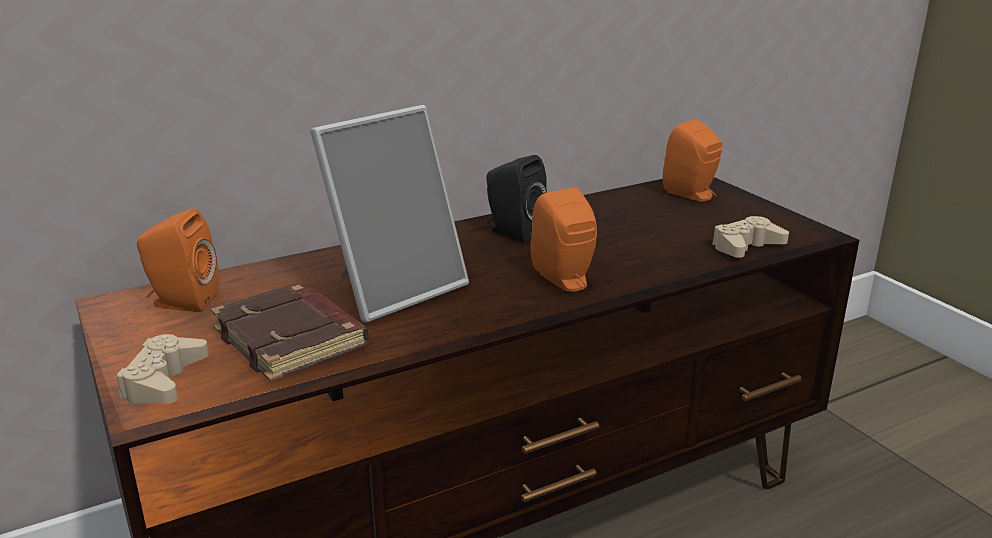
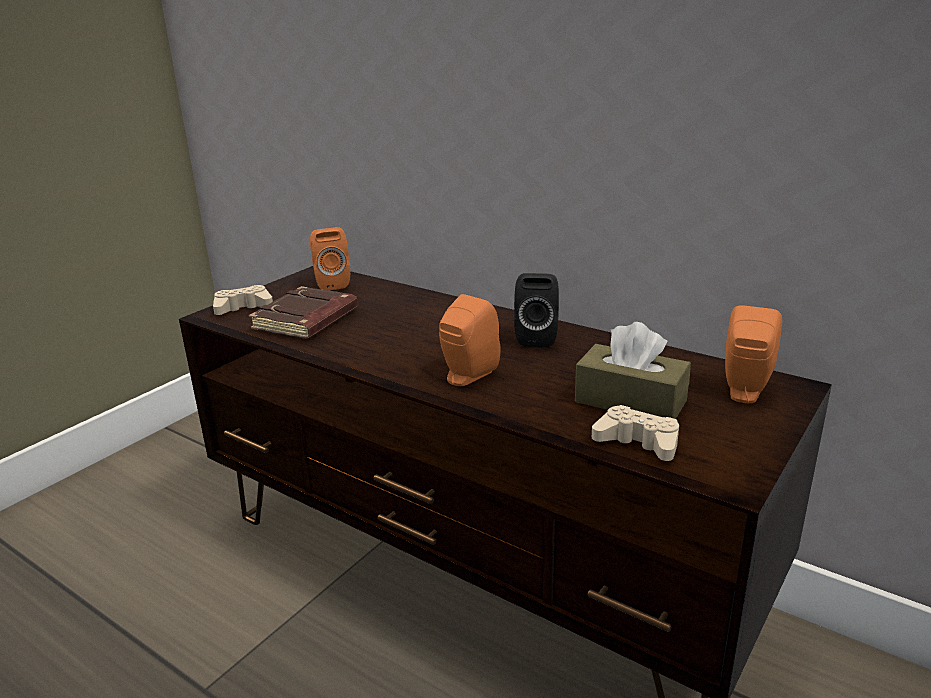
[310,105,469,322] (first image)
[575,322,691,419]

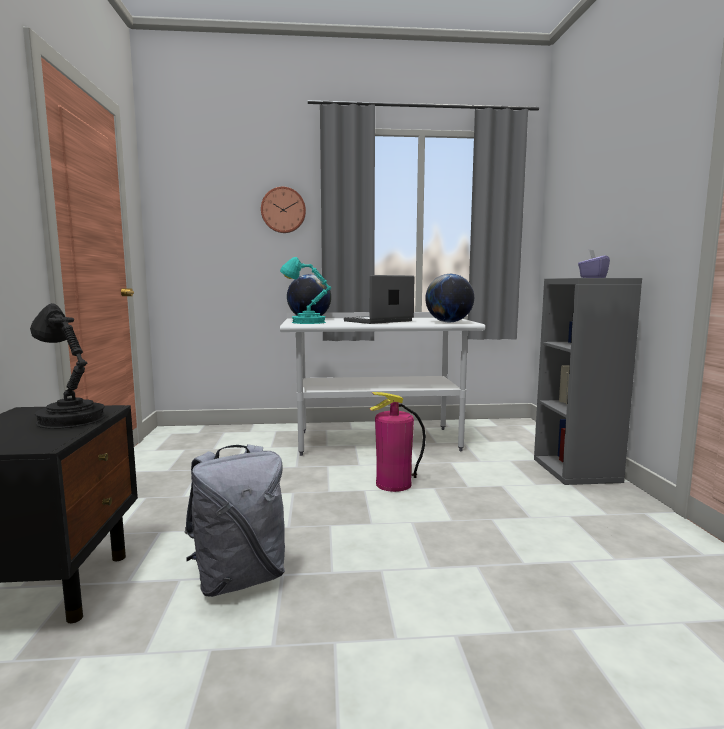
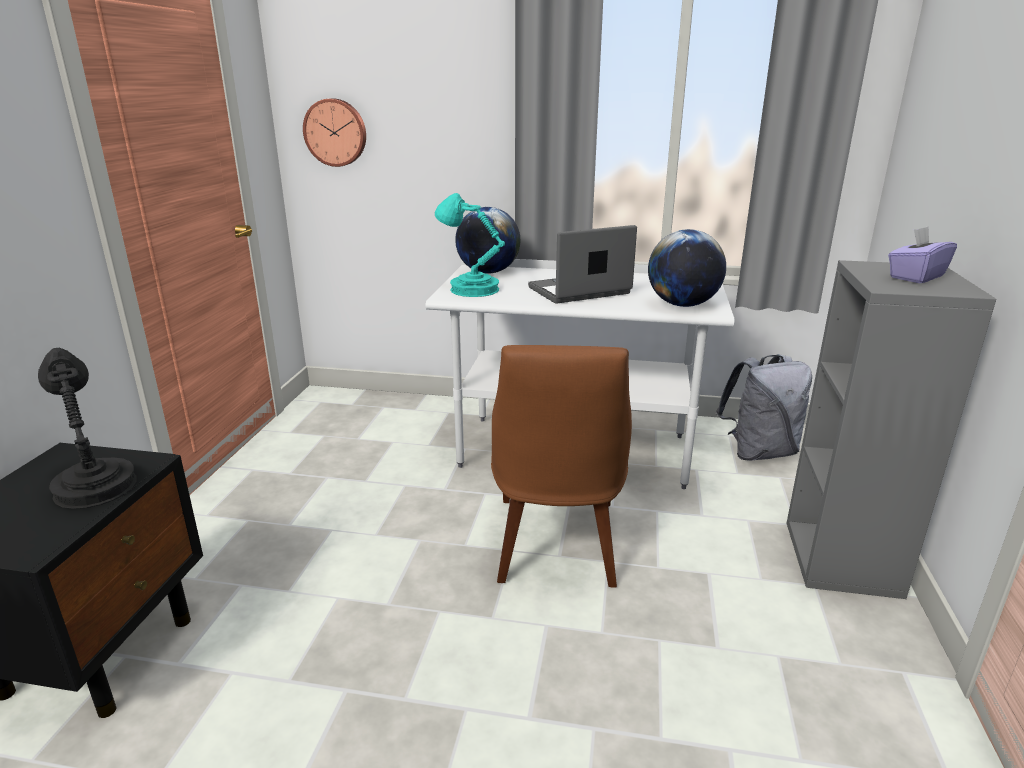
[716,354,812,461]
[303,98,366,167]
[491,345,632,588]

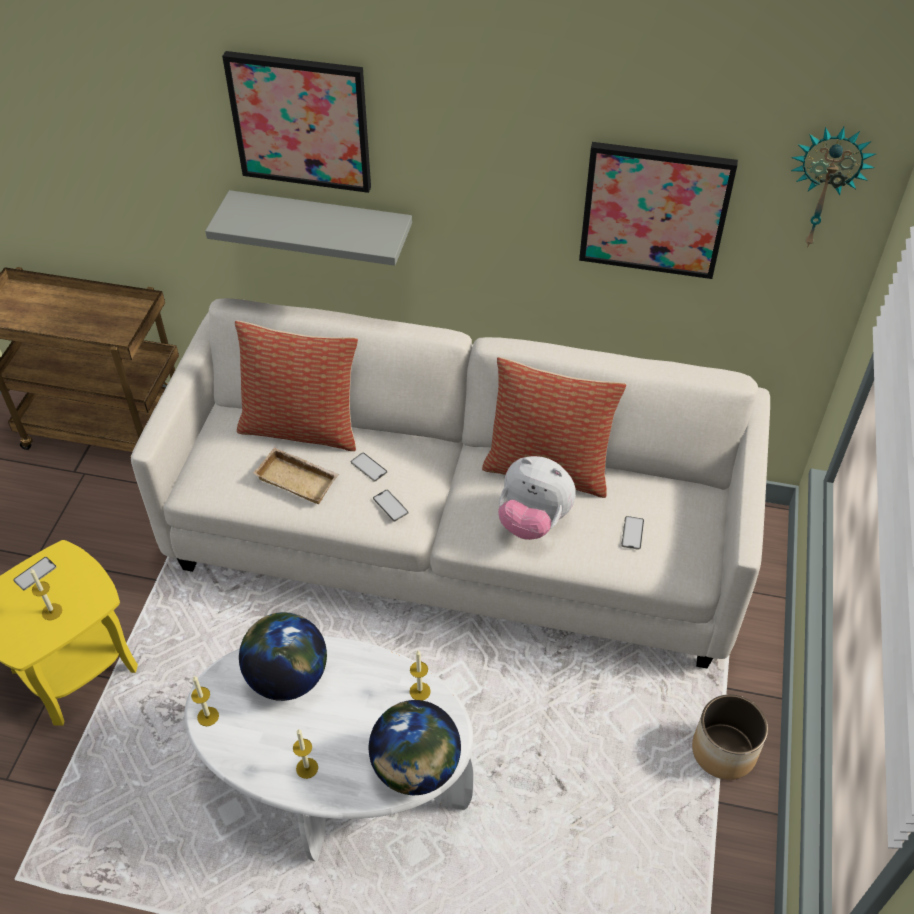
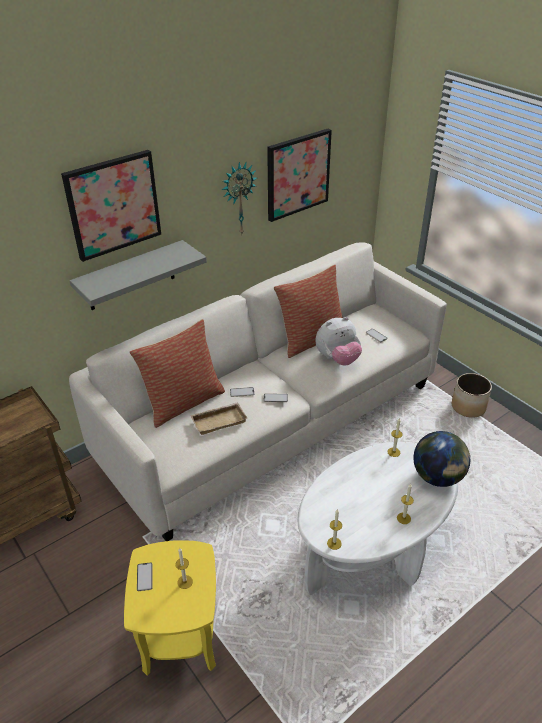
[239,612,327,701] (first image)
[222,162,257,234]

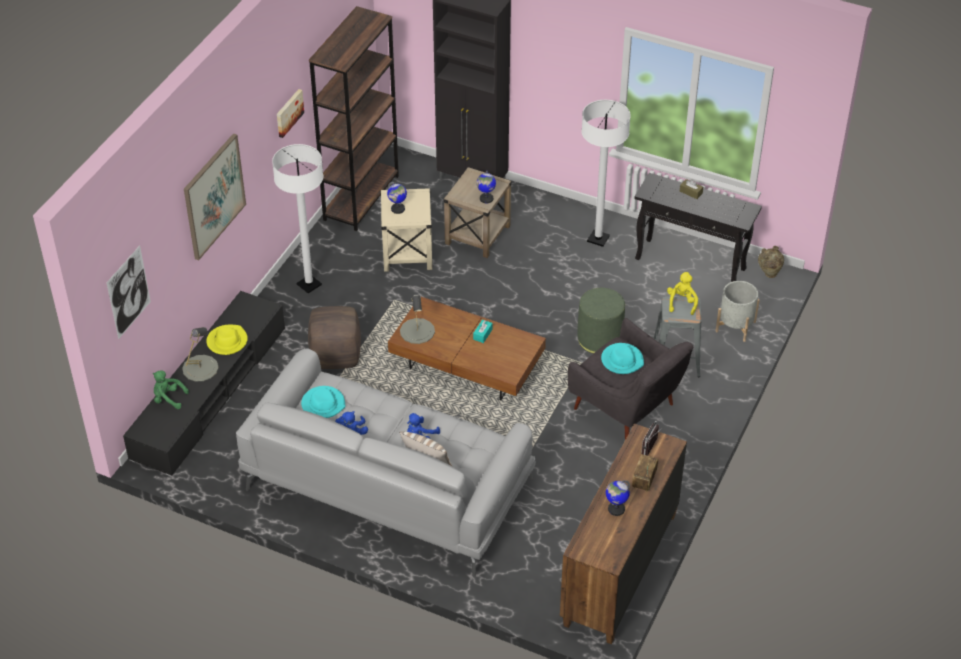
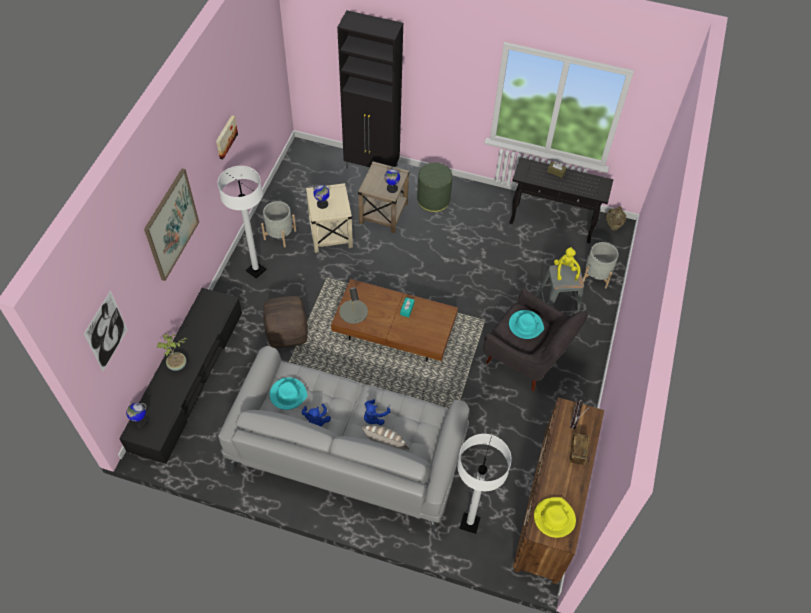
[153,370,189,409] (first image)
[309,6,399,231] (first image)
[261,201,296,248]
[534,497,576,538]
[417,162,452,212]
[458,434,512,534]
[126,403,147,428]
[157,333,187,371]

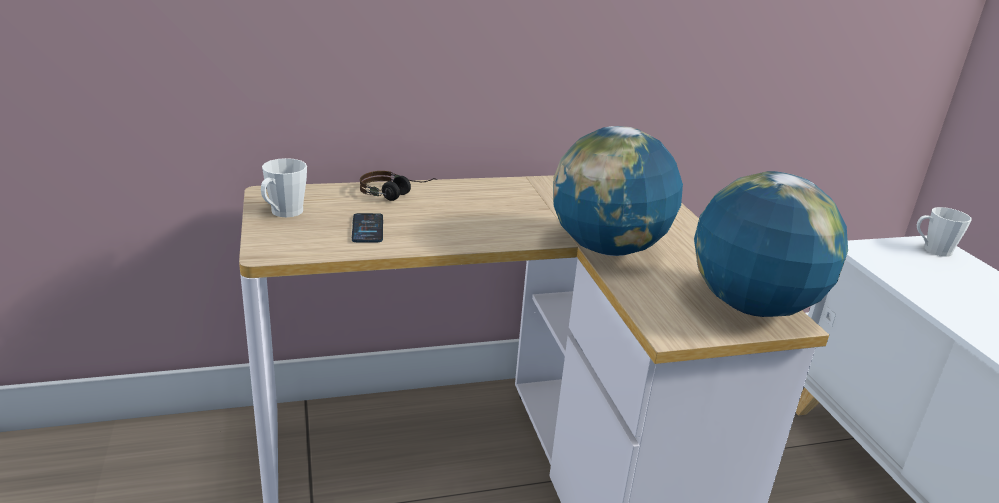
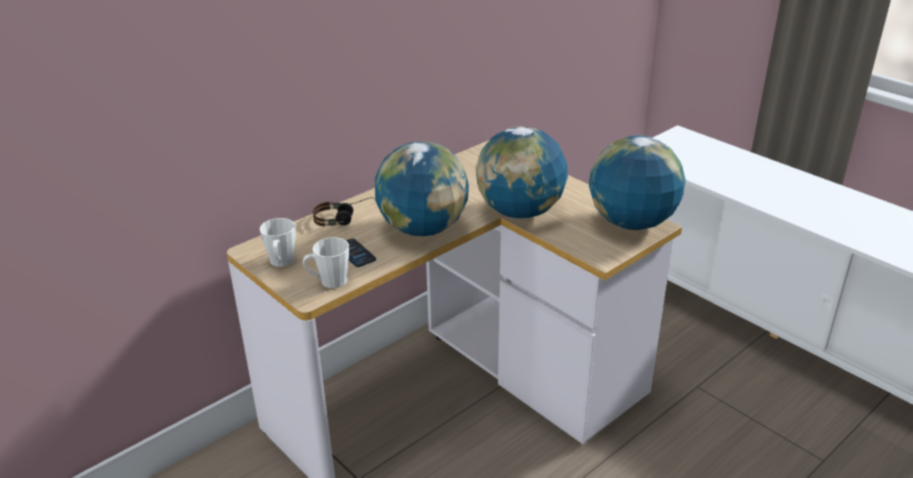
[375,142,469,236]
[303,238,349,288]

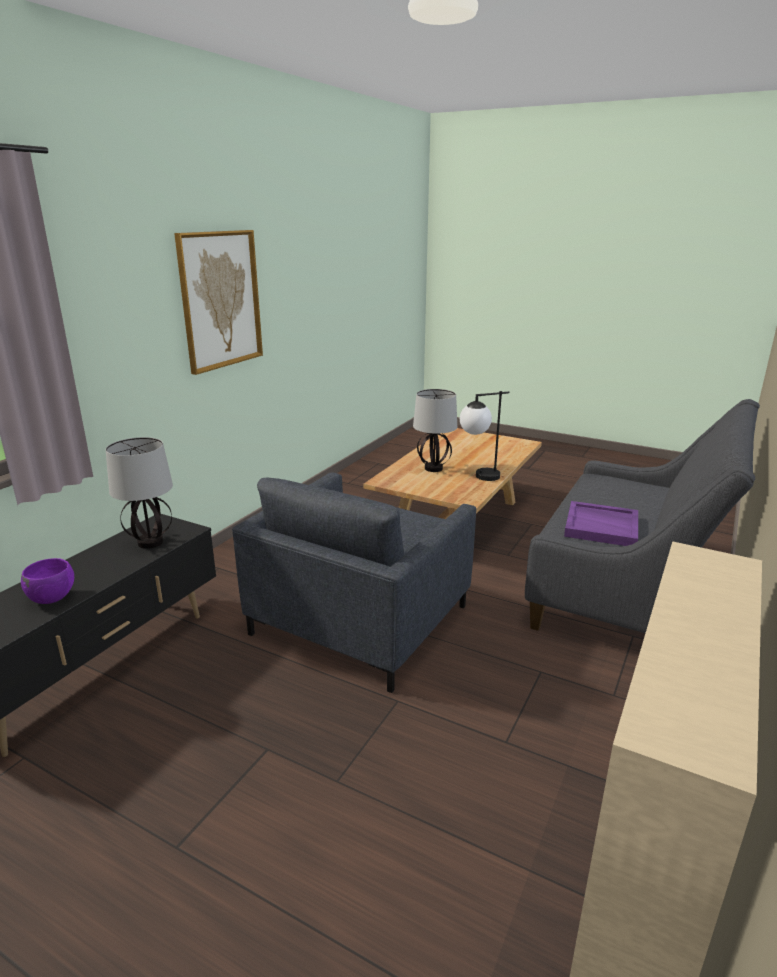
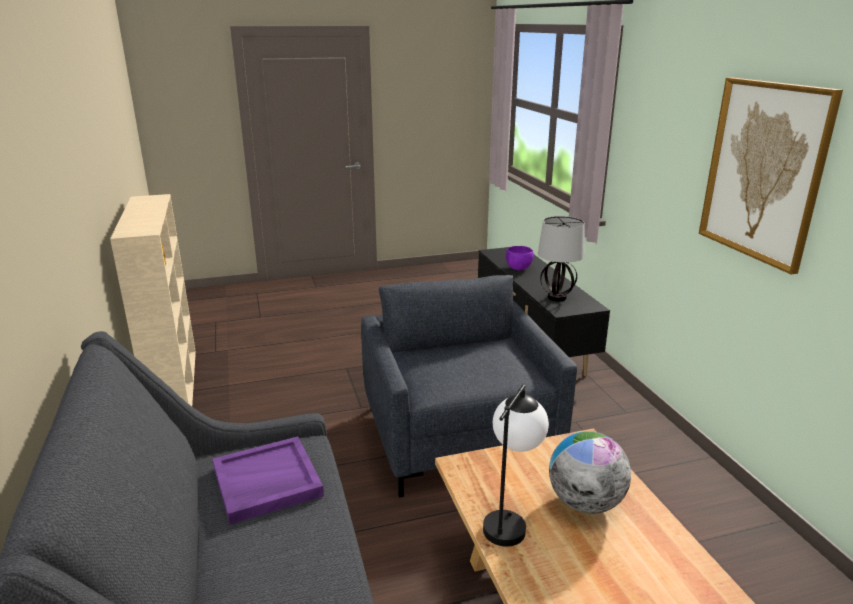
[549,431,631,514]

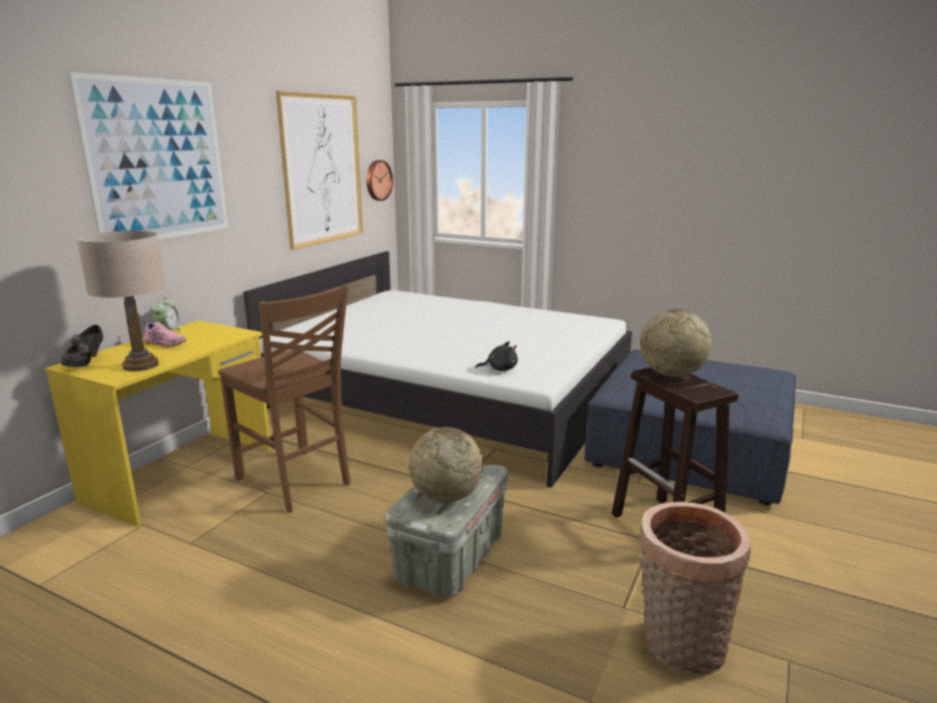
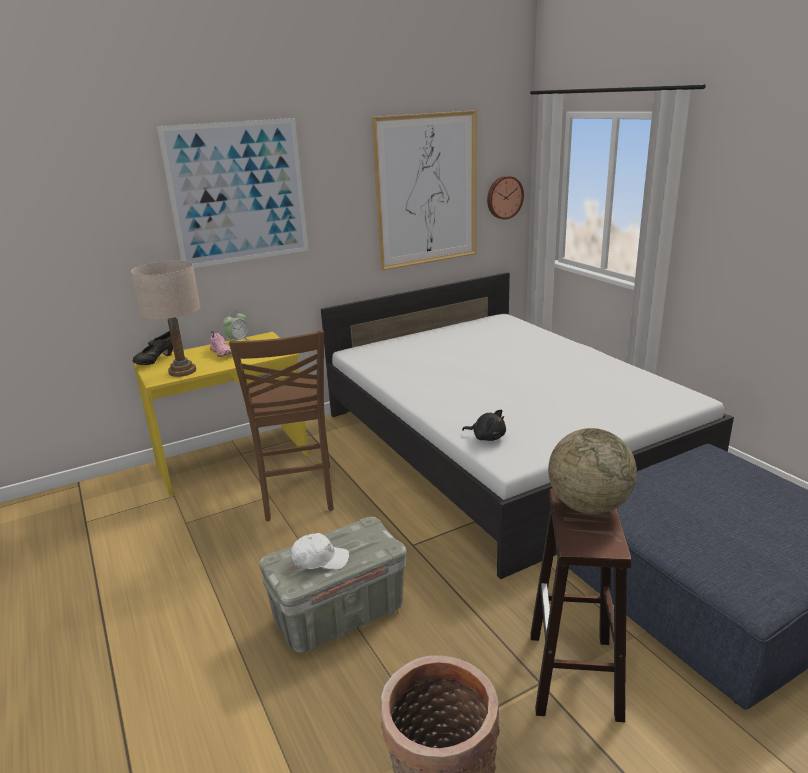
[291,533,349,570]

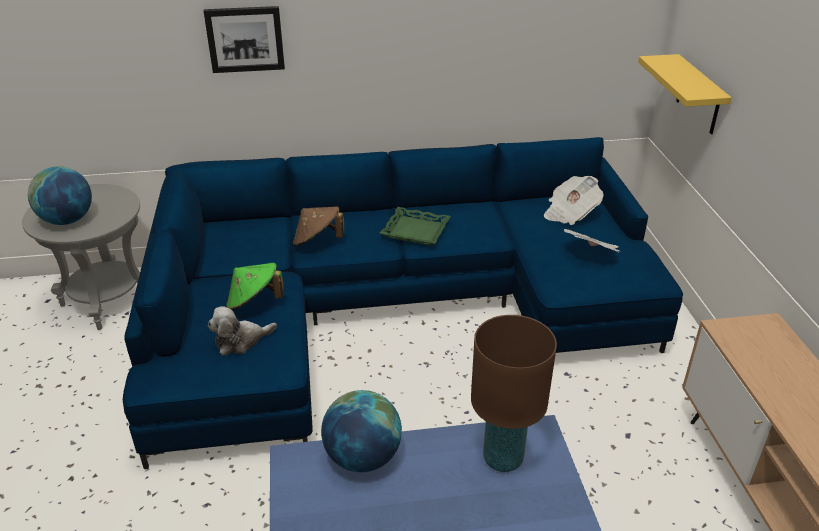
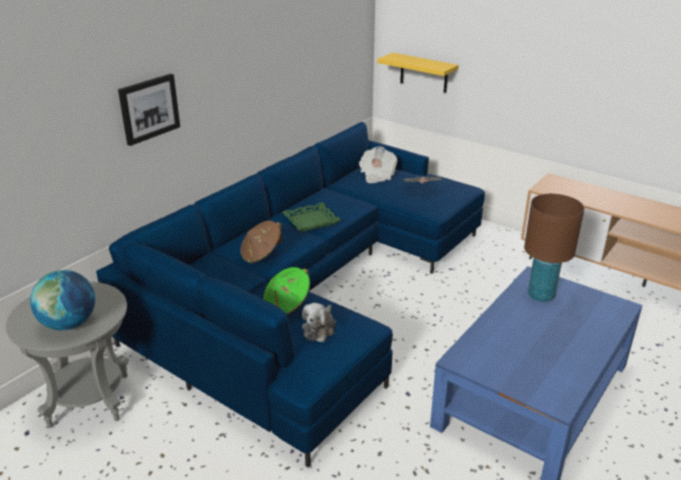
[321,390,402,472] (first image)

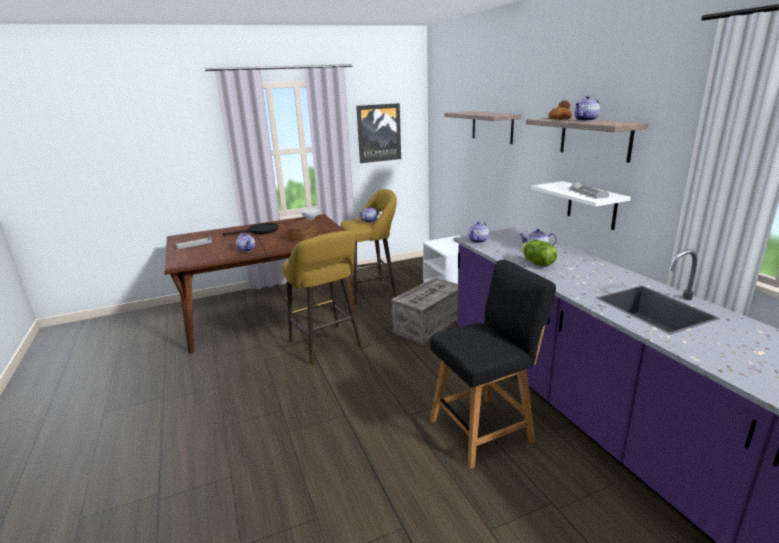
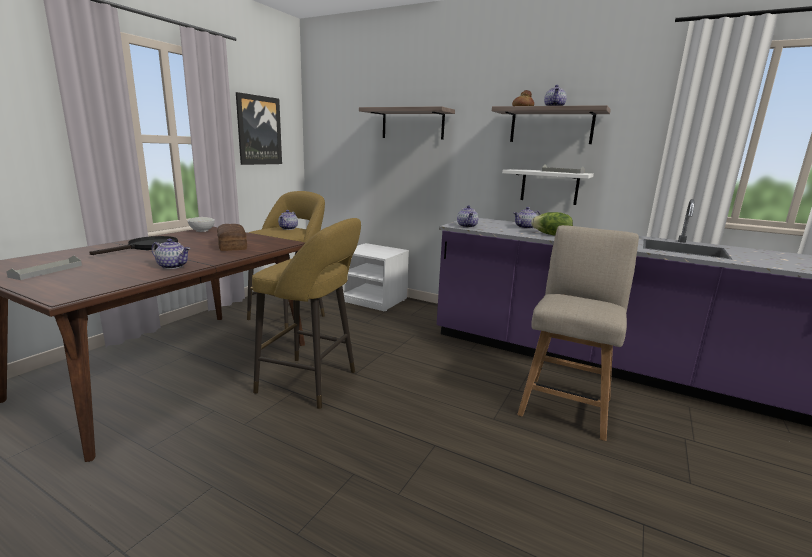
[391,277,458,345] (first image)
[517,225,639,441]

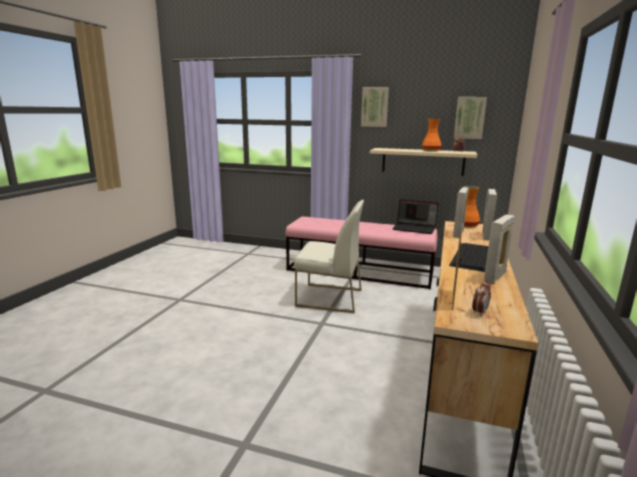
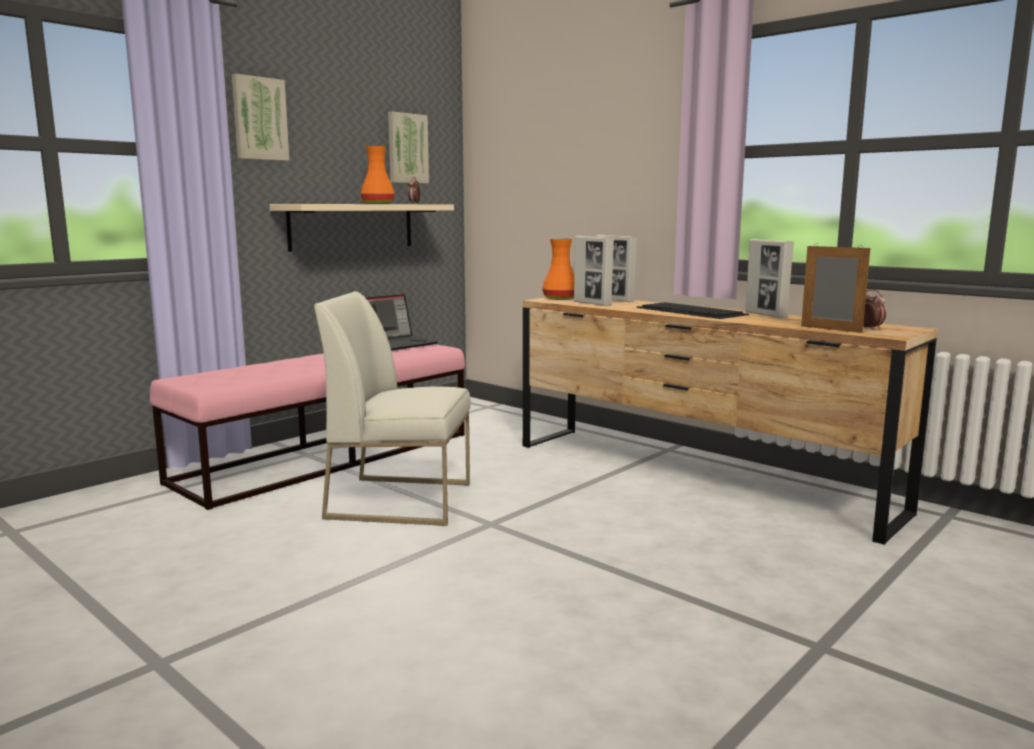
[314,291,470,526]

